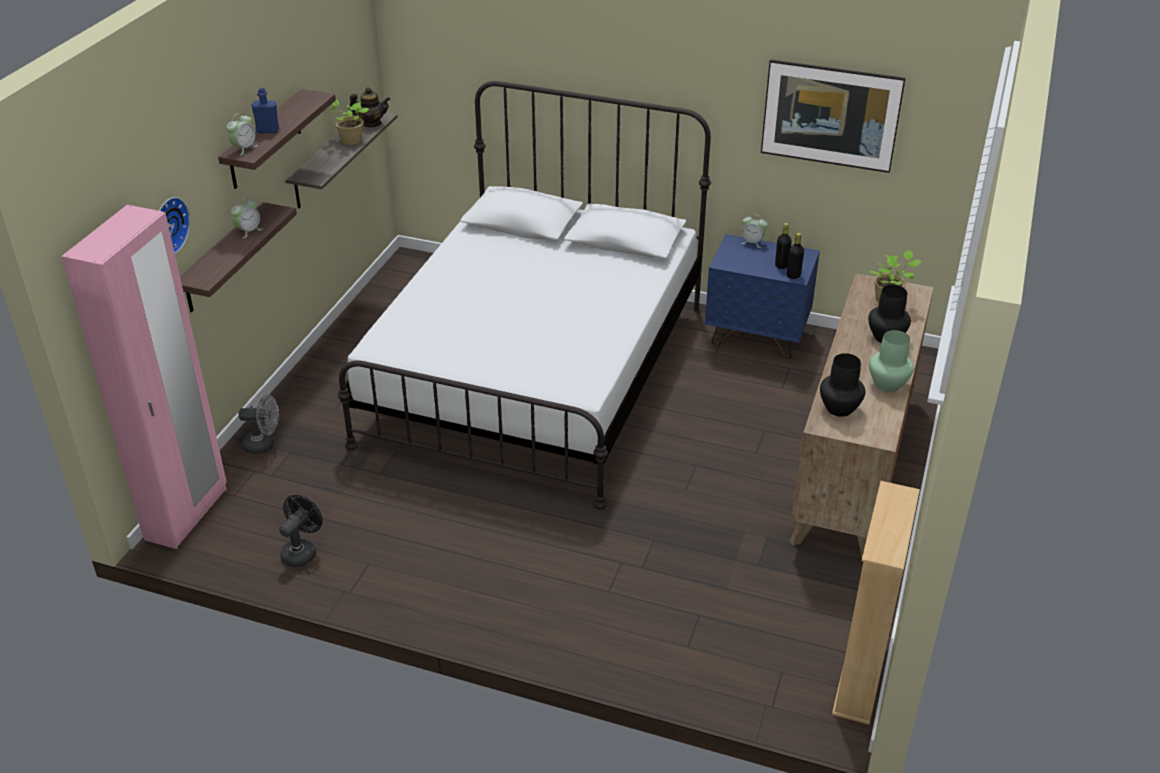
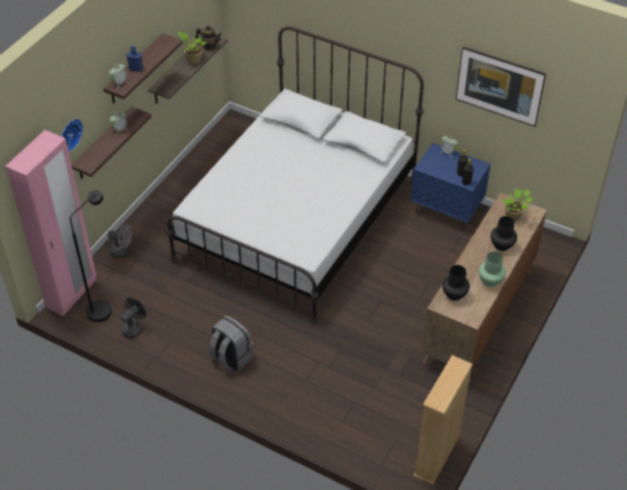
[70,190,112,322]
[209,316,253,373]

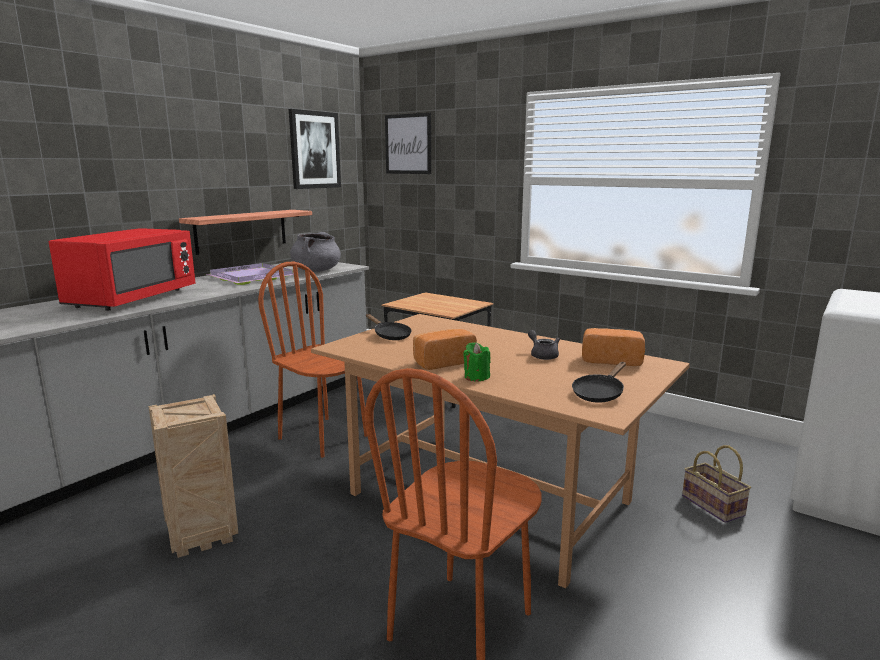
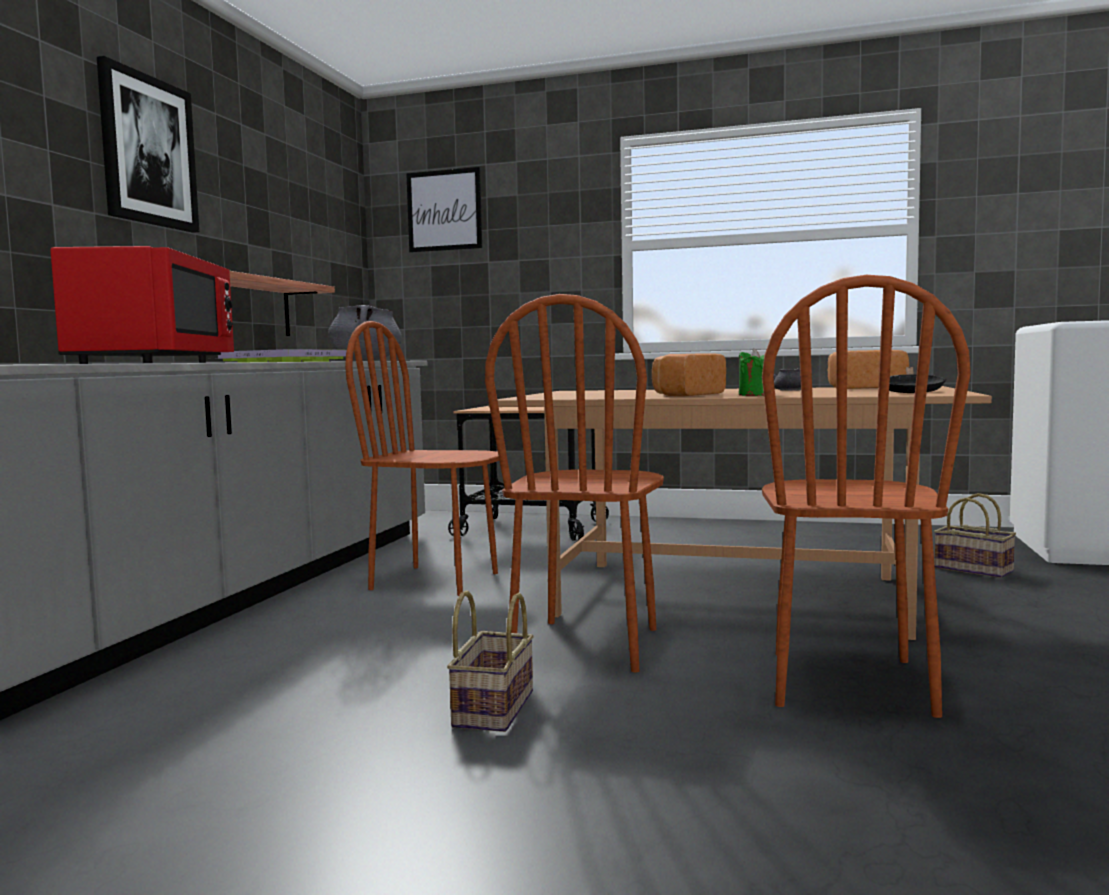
[148,394,238,558] (first image)
[366,314,412,340] (first image)
[447,591,534,732]
[485,294,664,672]
[97,56,199,233]

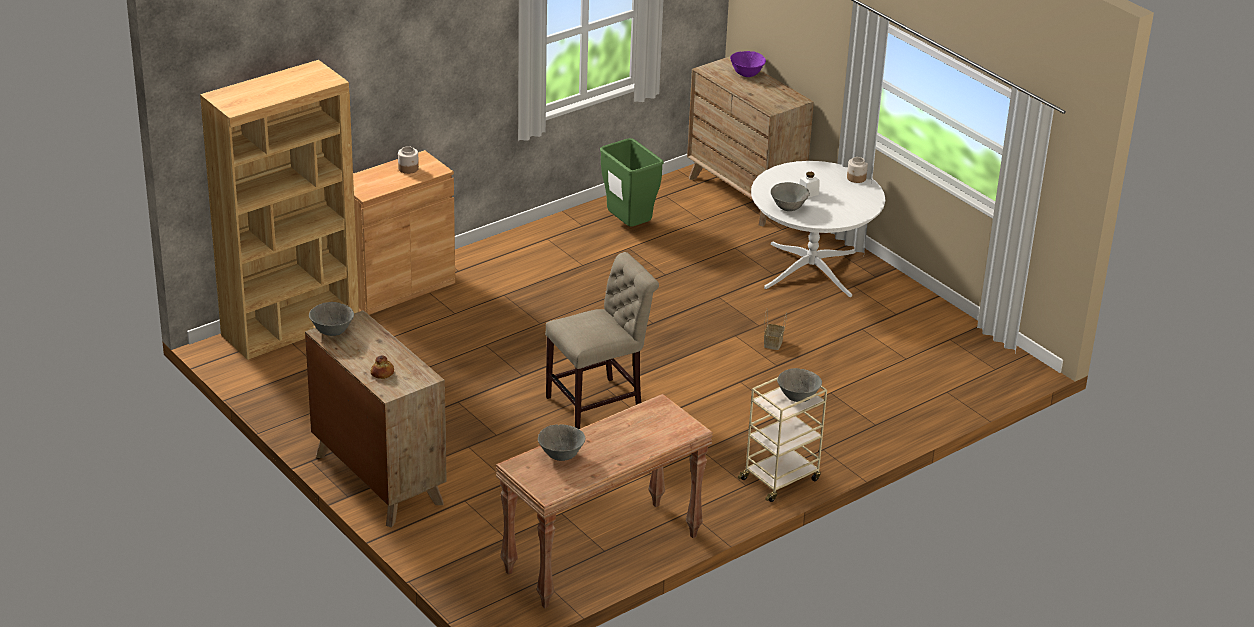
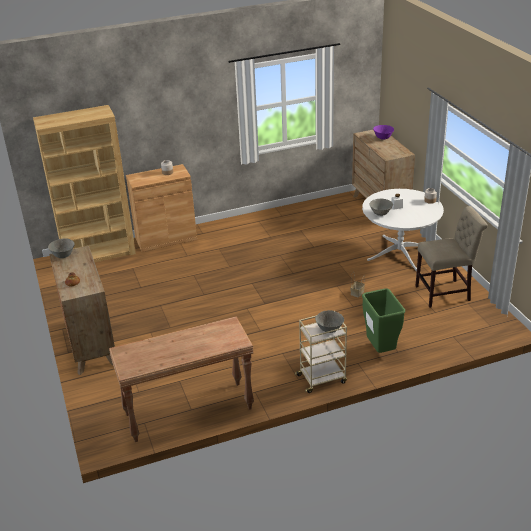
[538,424,586,461] (first image)
[415,206,488,308]
[362,288,405,353]

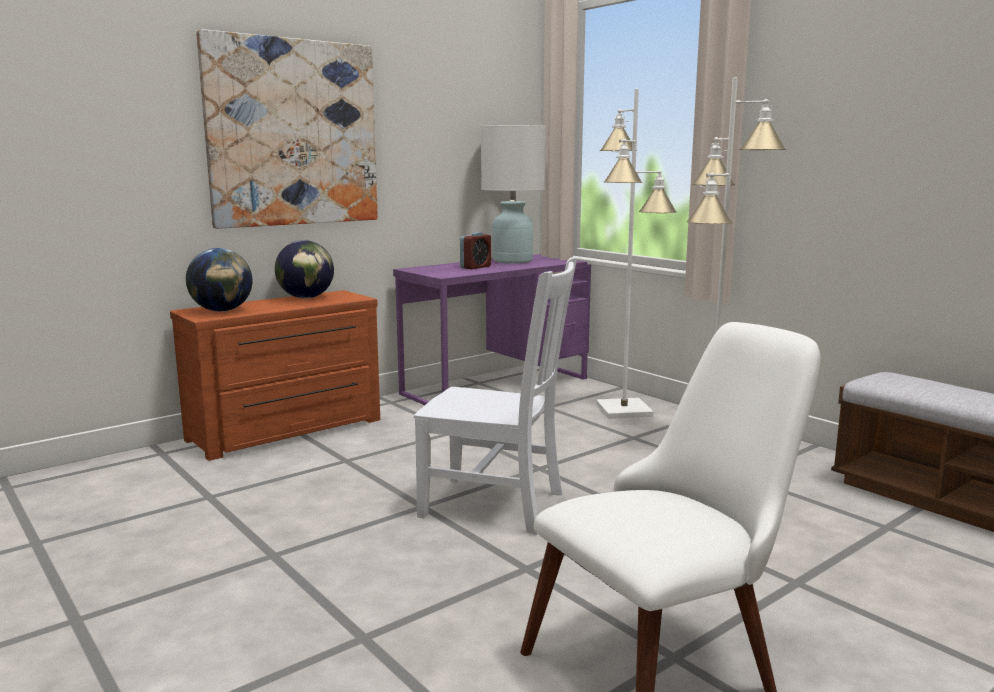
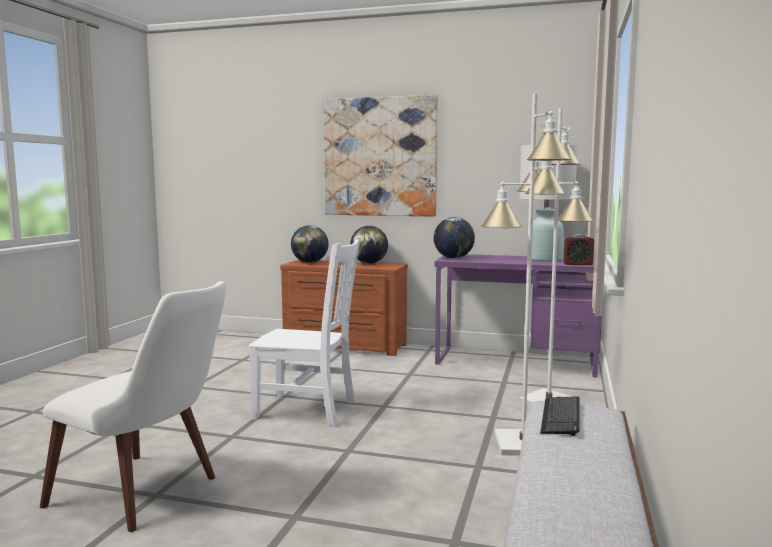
[434,217,475,259]
[540,396,579,436]
[563,234,594,265]
[248,236,361,427]

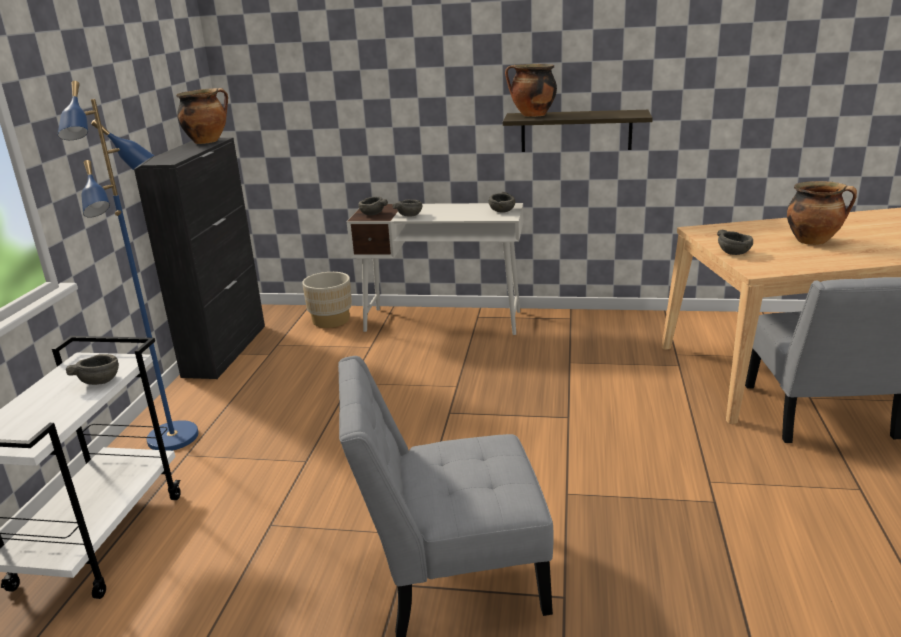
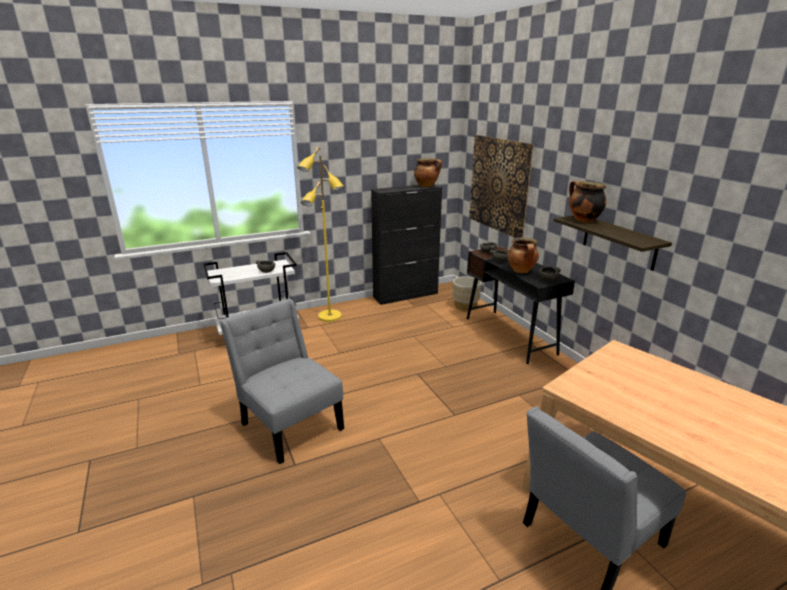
[717,230,753,255] (first image)
[469,135,534,238]
[507,237,539,273]
[297,147,344,322]
[467,246,575,364]

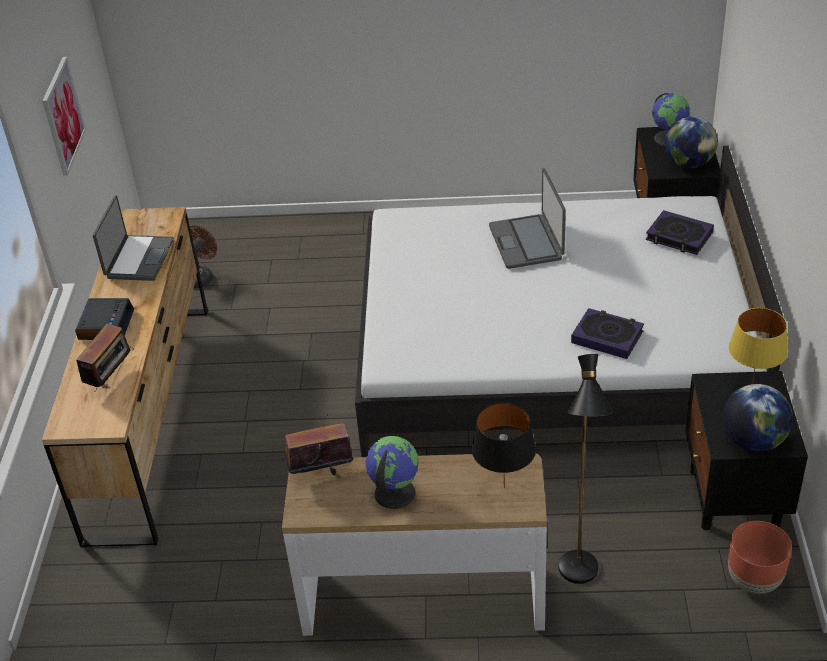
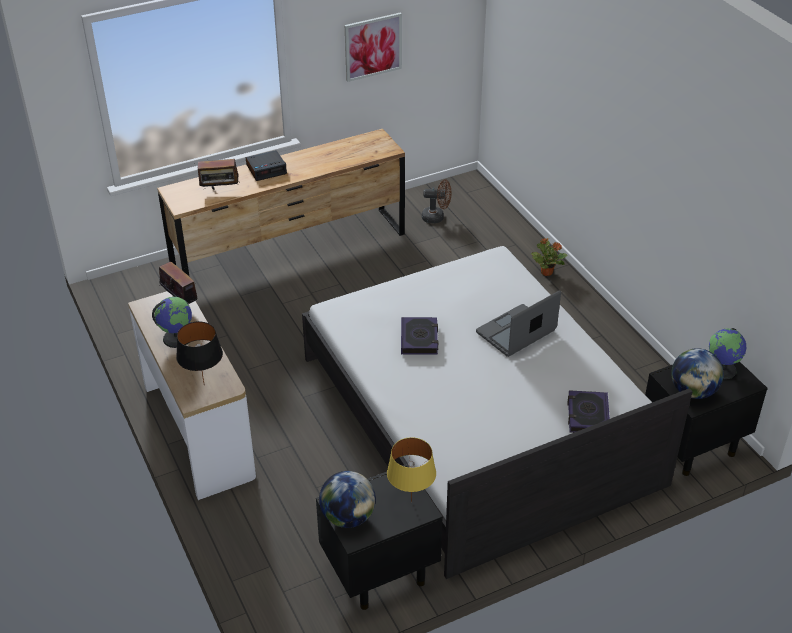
[93,195,174,281] (first image)
[559,354,613,584] (first image)
[728,521,792,594] (first image)
[531,238,567,276]
[401,317,438,355]

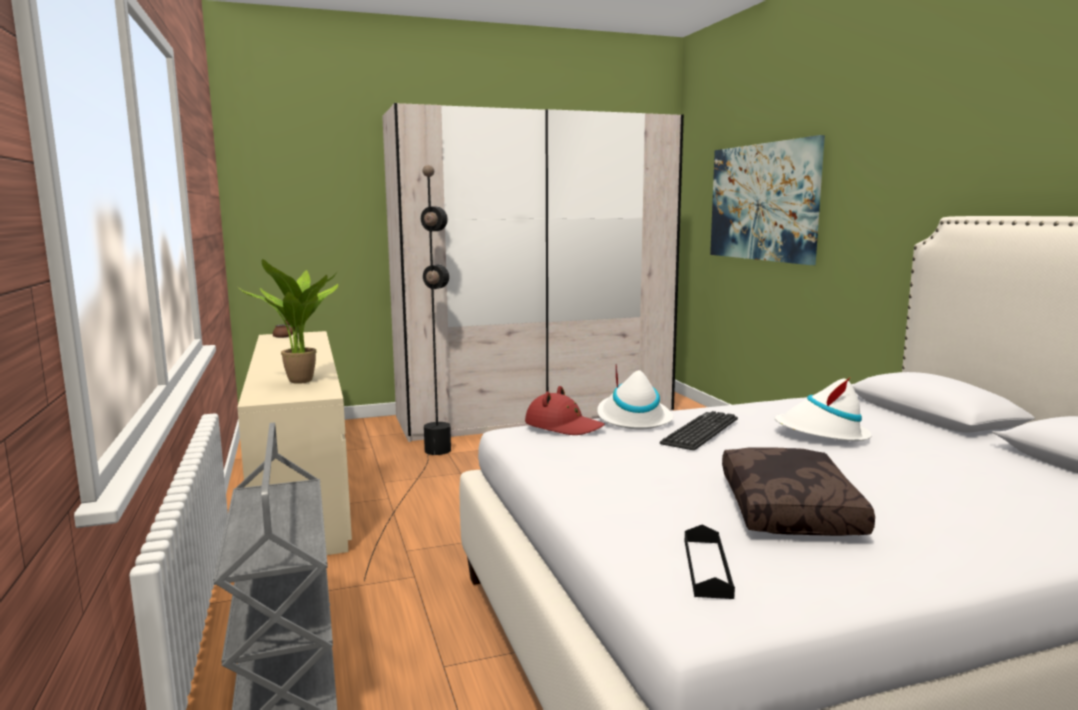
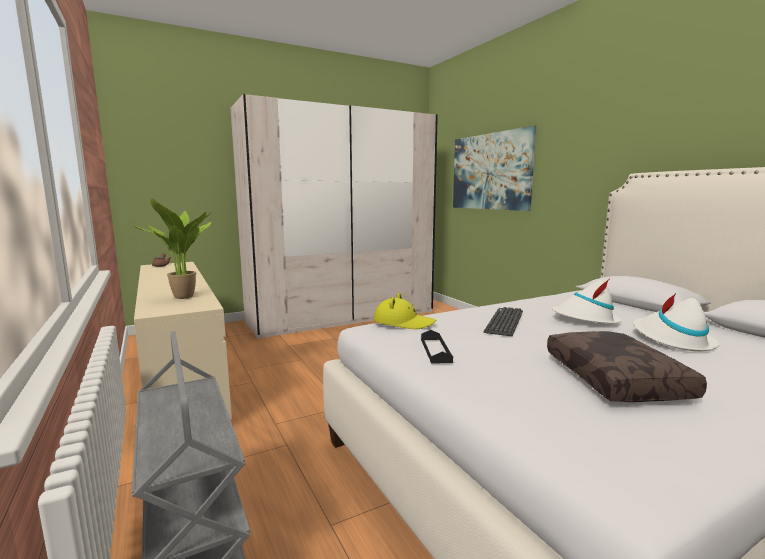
[364,165,451,581] (first image)
[633,293,719,351]
[421,330,453,364]
[374,292,436,329]

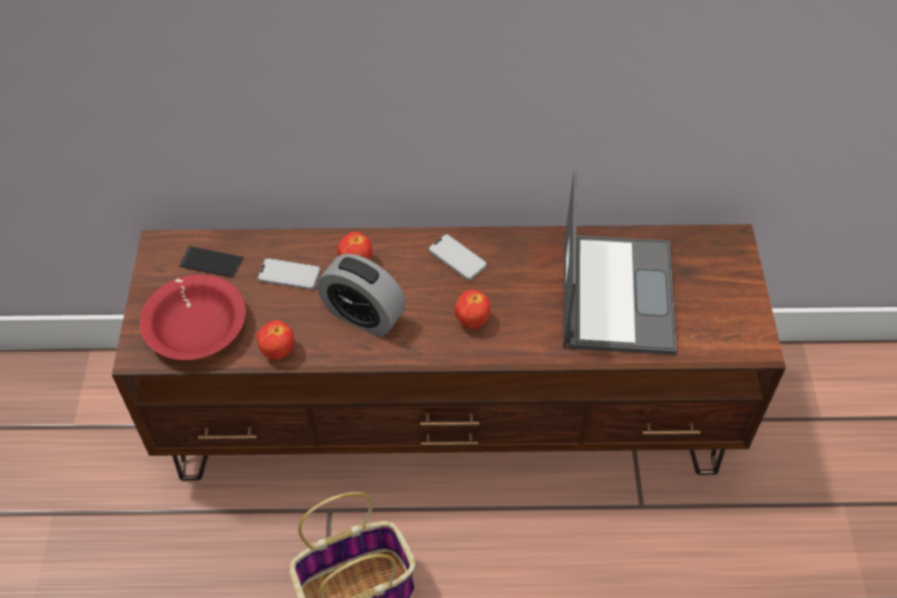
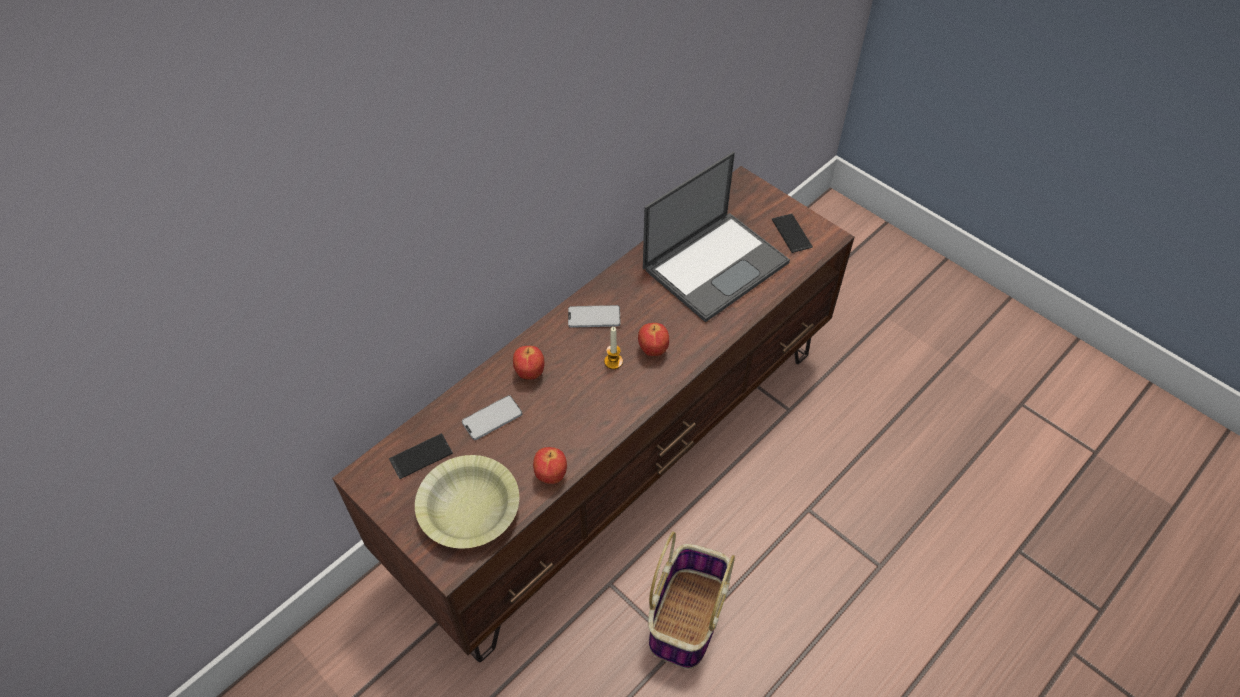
[317,254,406,337] (first image)
[604,327,623,369]
[772,214,813,253]
[415,455,519,548]
[643,152,790,322]

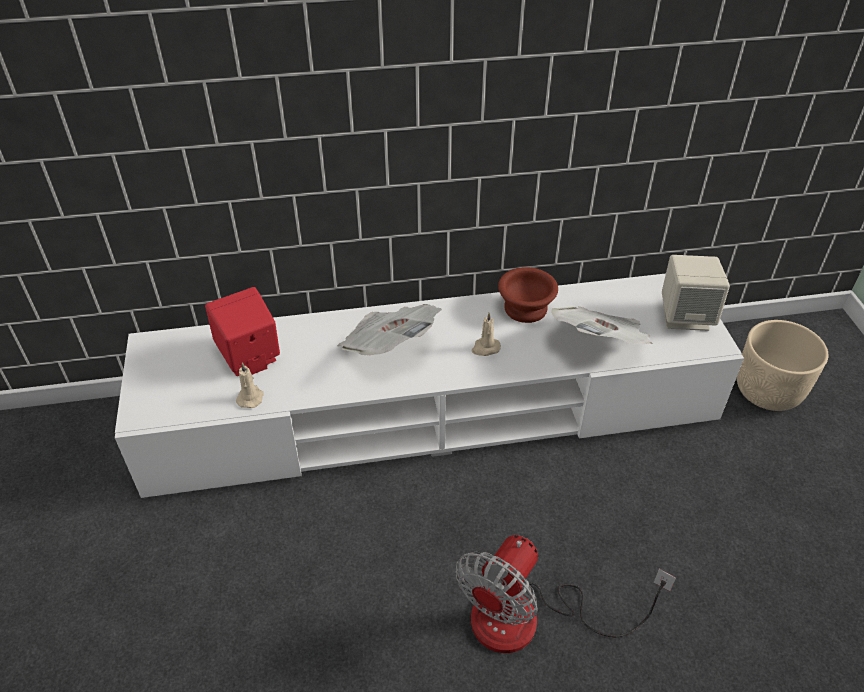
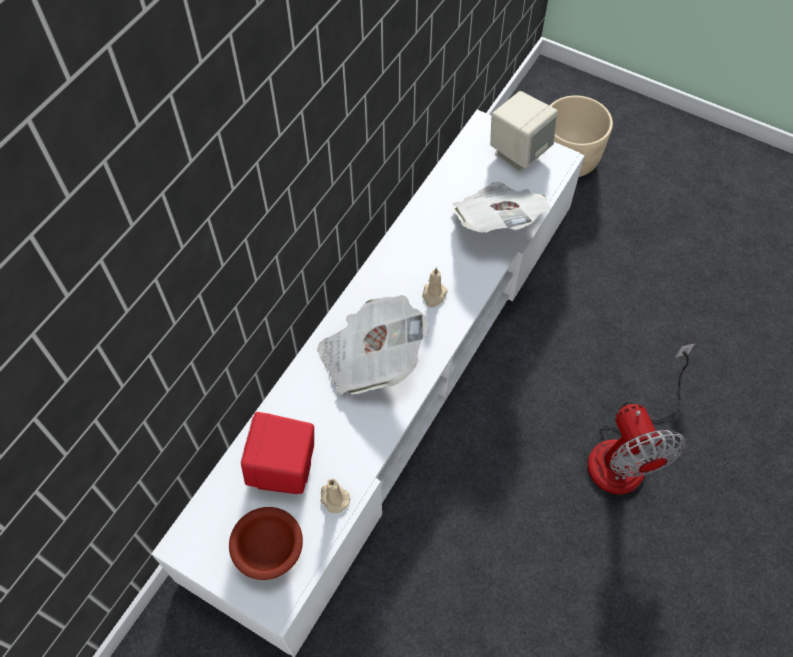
[229,507,303,580]

